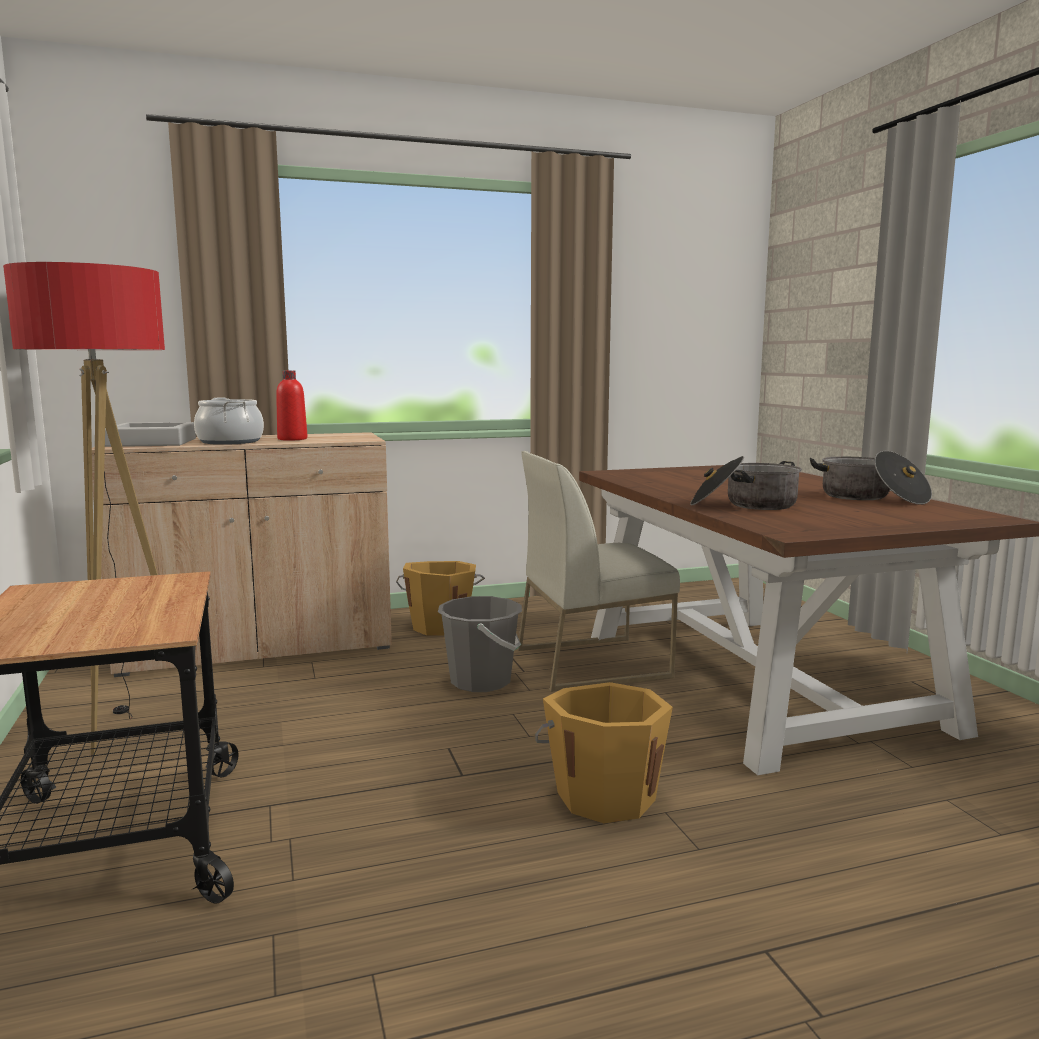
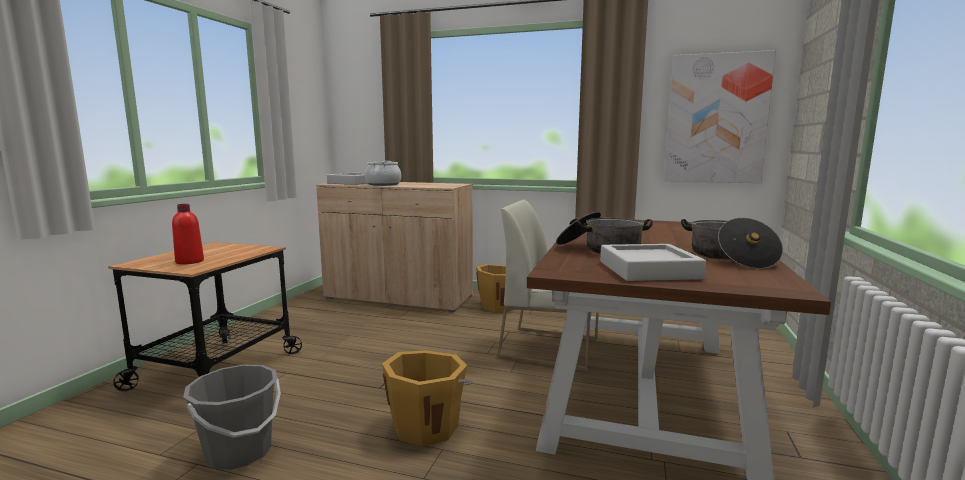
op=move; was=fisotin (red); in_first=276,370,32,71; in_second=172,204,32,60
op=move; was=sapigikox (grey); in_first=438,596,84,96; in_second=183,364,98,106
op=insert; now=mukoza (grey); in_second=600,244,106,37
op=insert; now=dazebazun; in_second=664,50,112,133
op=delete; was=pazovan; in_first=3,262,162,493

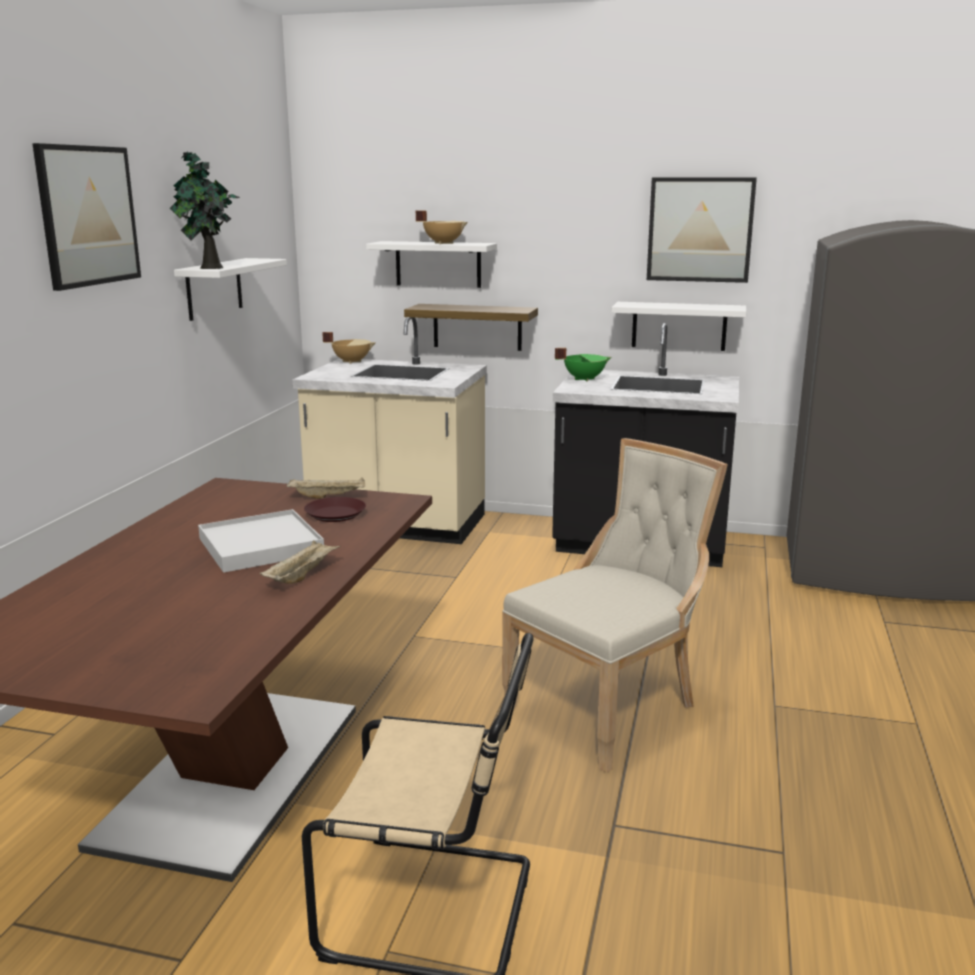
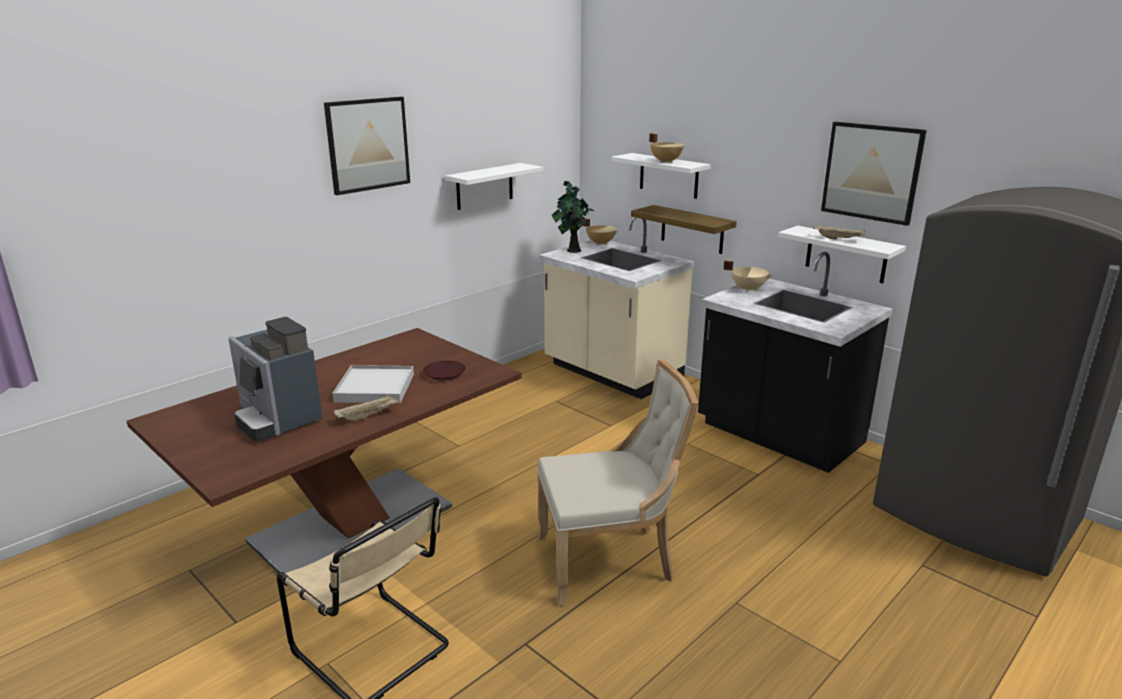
op=insert; now=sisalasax; in_second=229,317,94,124
op=move; was=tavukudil; in_first=170,151,70,118; in_second=552,181,42,72
op=recolor; was=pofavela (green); now=pofavela (beige); in_first=555,348,56,33; in_second=724,260,49,32
op=move; was=mukoza (beige); in_first=287,477,79,22; in_second=813,225,53,15

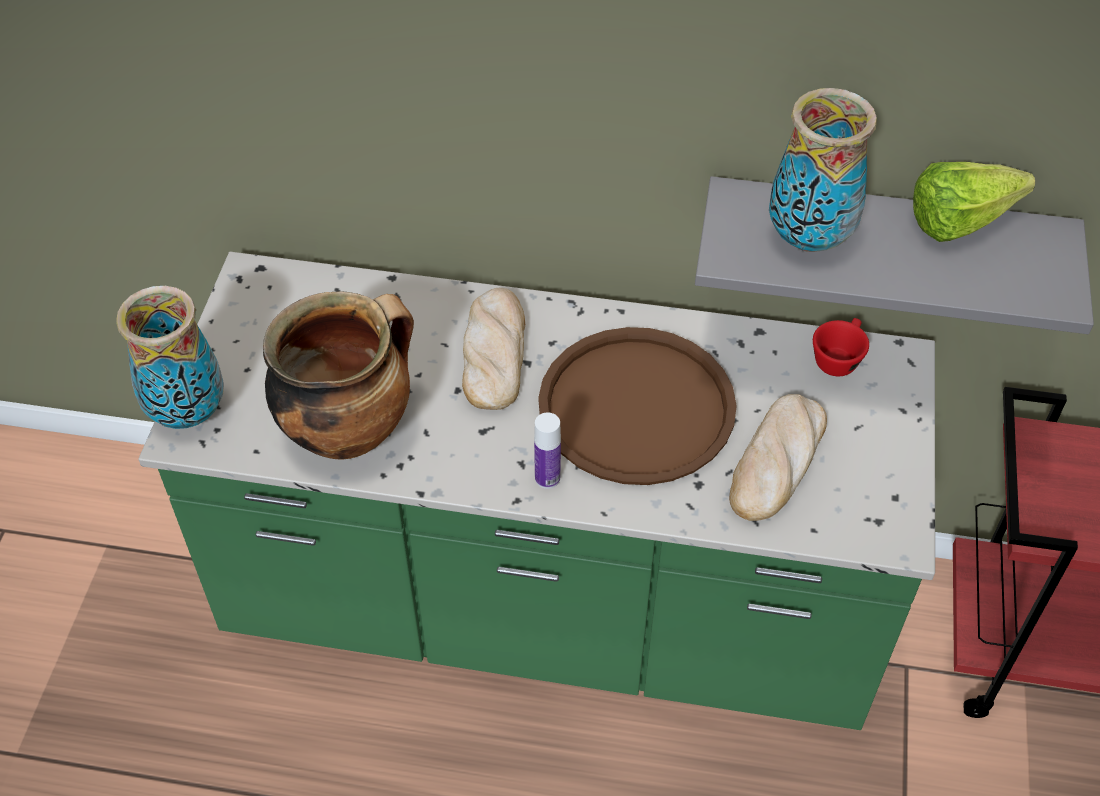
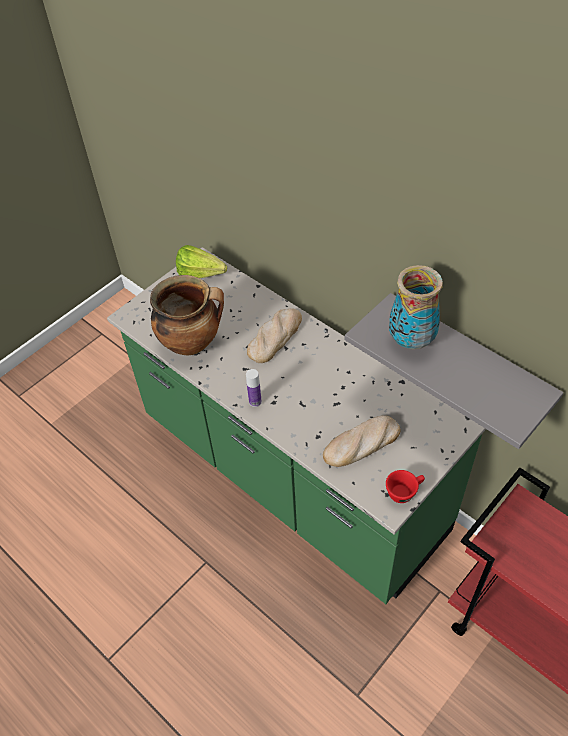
op=move; was=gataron; in_first=913,162,122,80; in_second=176,245,51,33
op=move; was=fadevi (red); in_first=813,318,56,58; in_second=386,470,39,33
op=delete; was=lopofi; in_first=116,286,108,143
op=delete; was=mukoza (brown); in_first=538,327,199,158

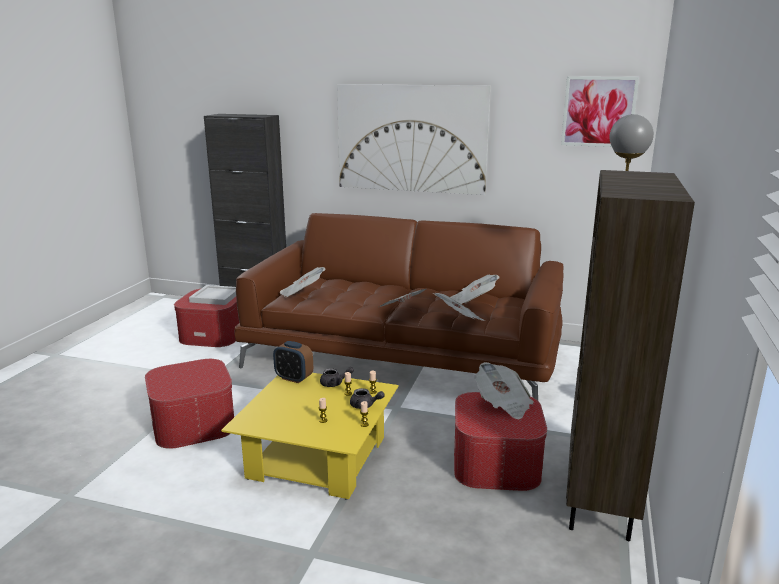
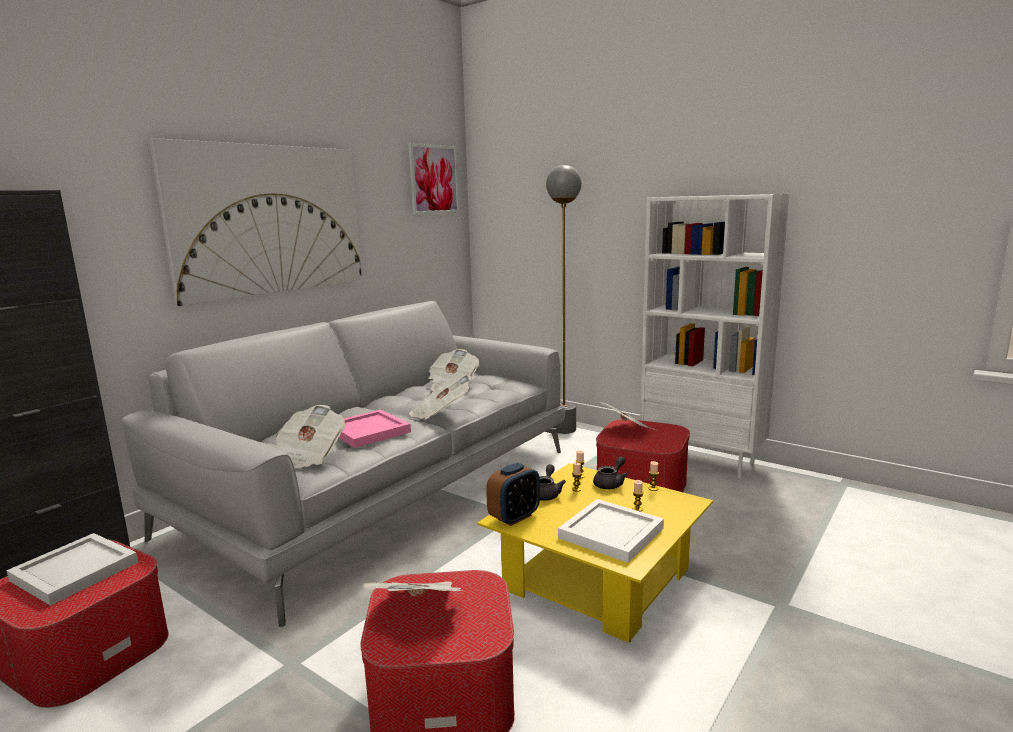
op=recolor; was=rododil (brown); now=rododil (grey); in_first=235,213,328,187; in_second=122,301,443,326
op=insert; now=mukoza (pink); in_second=339,409,72,39
op=move; was=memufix; in_first=433,293,52,28; in_second=363,581,99,16
op=insert; now=mukoza (white); in_second=558,499,106,64
op=recolor; was=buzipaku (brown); now=buzipaku (white); in_first=566,170,129,371; in_second=640,194,149,284

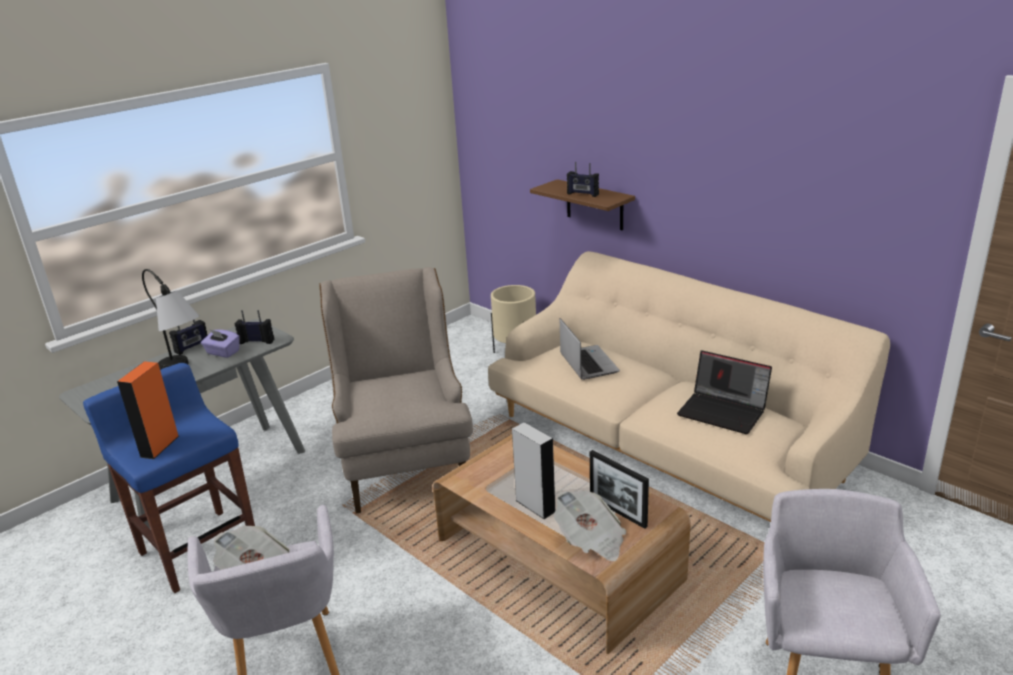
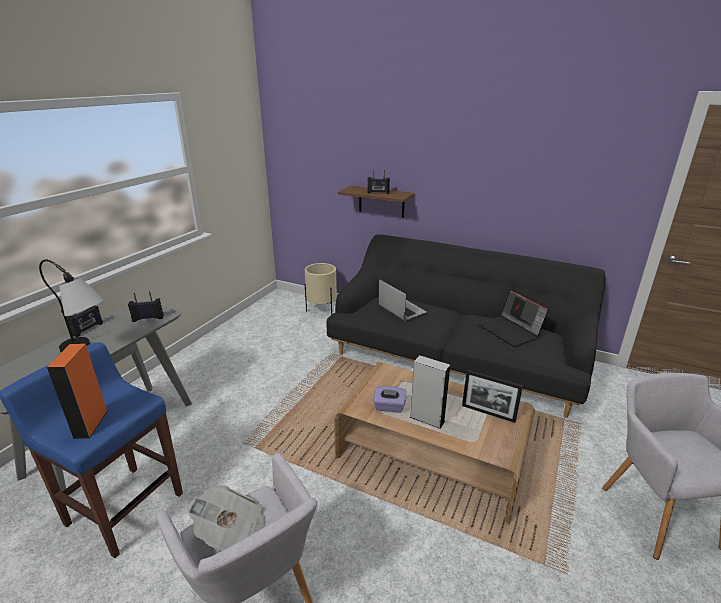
op=recolor; was=rododil (beige); now=rododil (black); in_first=488,251,402,271; in_second=327,234,279,184
op=move; was=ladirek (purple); in_first=201,329,39,29; in_second=373,386,33,26
op=rotate; was=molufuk; in_first=677,350,95,84; in_second=478,289,71,58; clockwise=45
op=delete; was=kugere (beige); in_first=319,267,154,246
op=delete; was=memufix; in_first=554,490,72,72

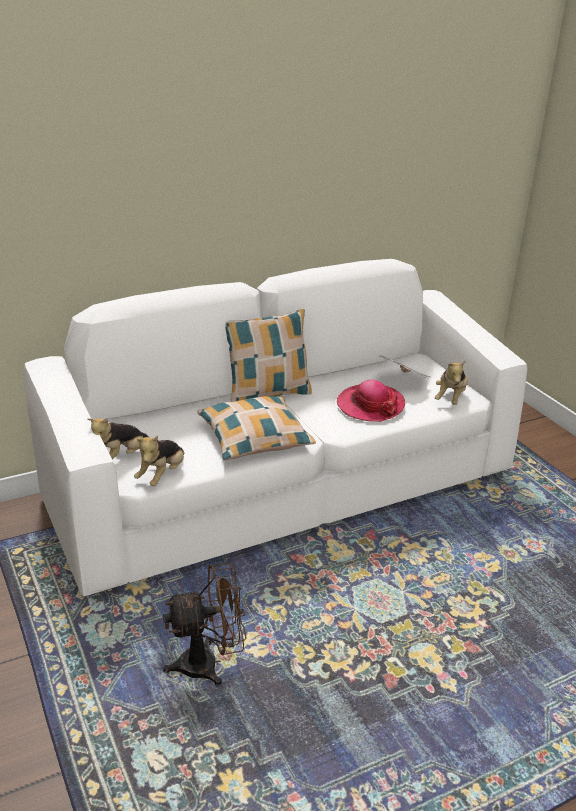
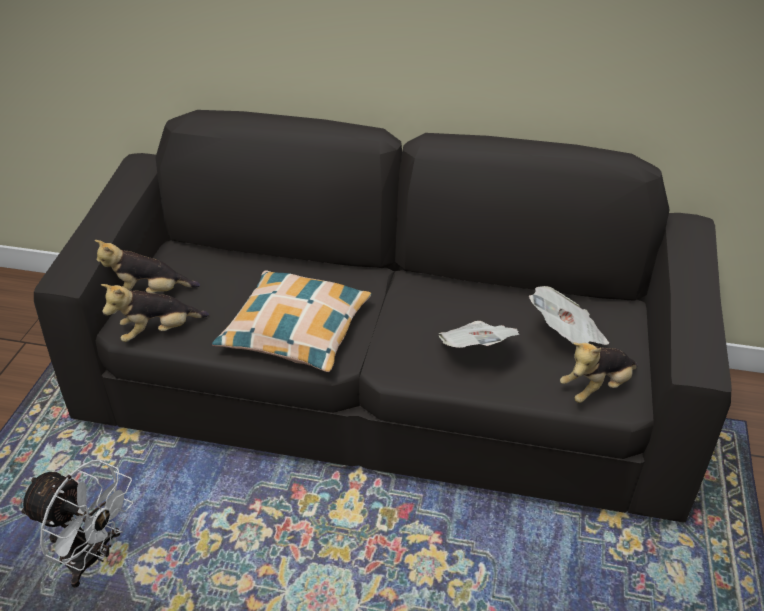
op=recolor; was=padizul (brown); now=padizul (white); in_first=163,563,83,123; in_second=20,460,113,128
op=recolor; was=rododil (white); now=rododil (black); in_first=23,259,504,337; in_second=34,110,698,413
op=replace; was=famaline; now=memufix; in_first=337,379,68,43; in_second=439,321,80,27
op=delete; was=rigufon; in_first=225,309,87,93

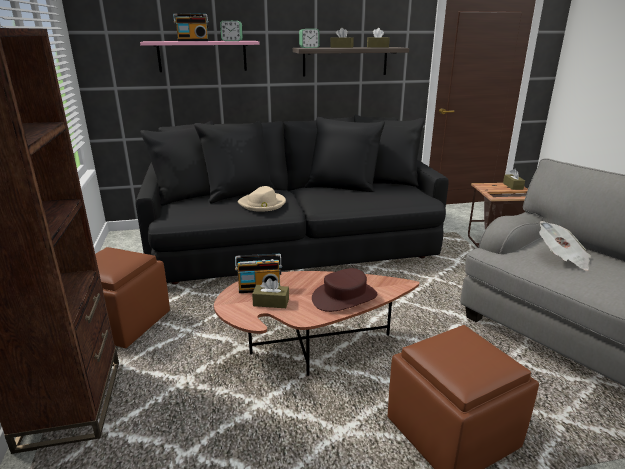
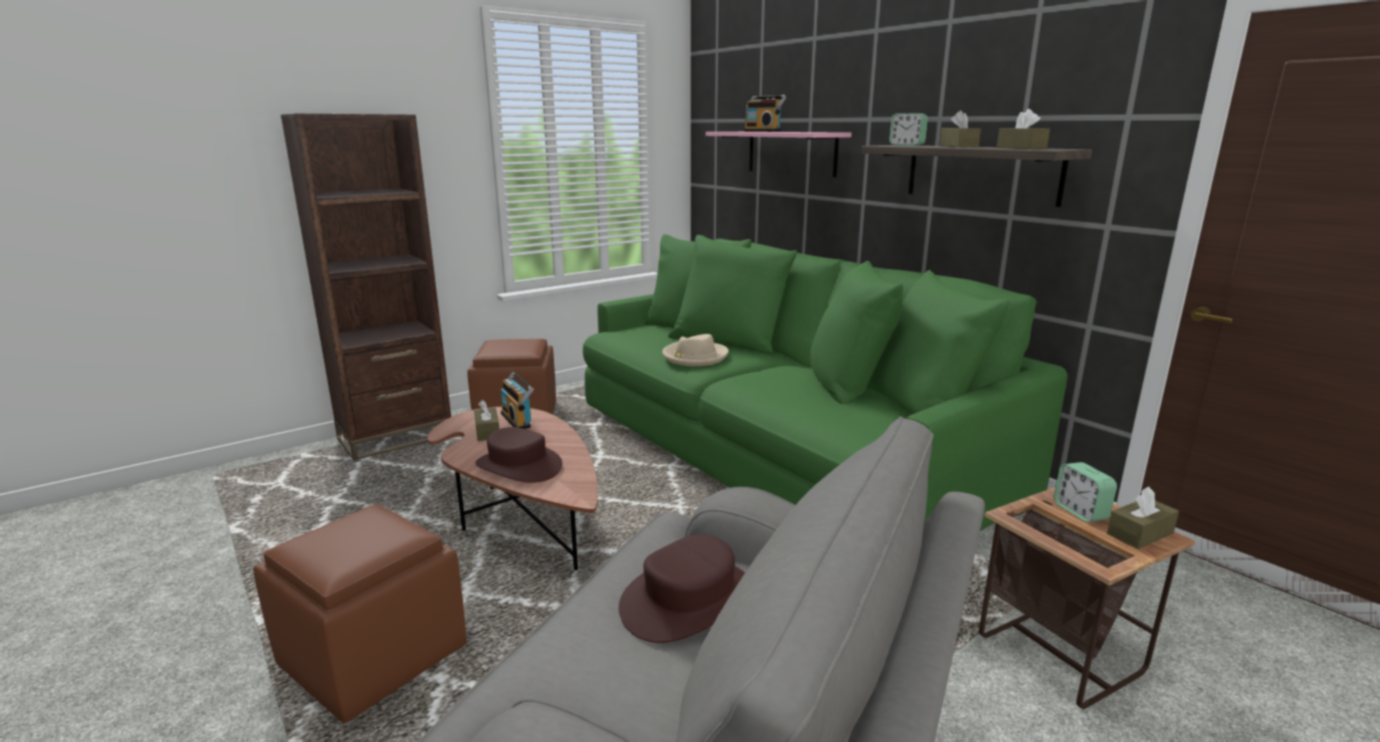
op=recolor; was=rododil (black); now=rododil (green); in_first=135,115,314,169; in_second=583,234,484,297
op=replace; was=memufix; now=famaline (brown); in_first=539,221,52,50; in_second=619,534,126,109
op=move; was=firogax; in_first=220,21,23,20; in_second=1054,462,63,60

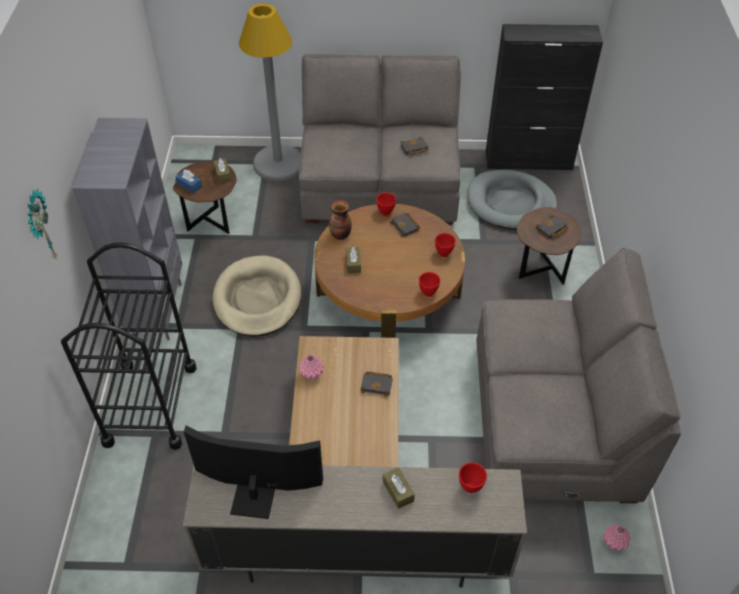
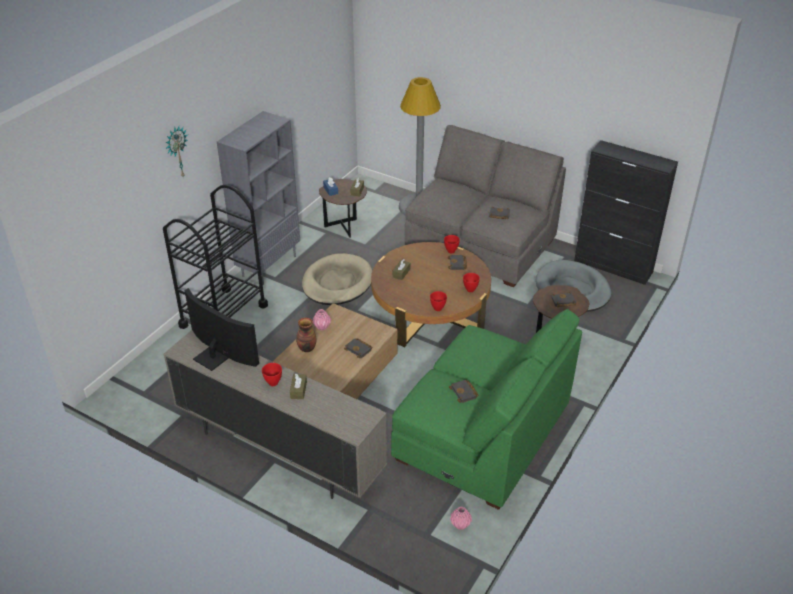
op=move; was=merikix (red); in_first=459,462,28,31; in_second=262,363,20,23
op=move; was=lopofi; in_first=329,200,23,40; in_second=296,317,21,35
op=recolor; was=rododil (grey); now=rododil (green); in_first=476,247,205,256; in_second=391,309,191,201
op=insert; now=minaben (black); in_second=449,380,29,23

